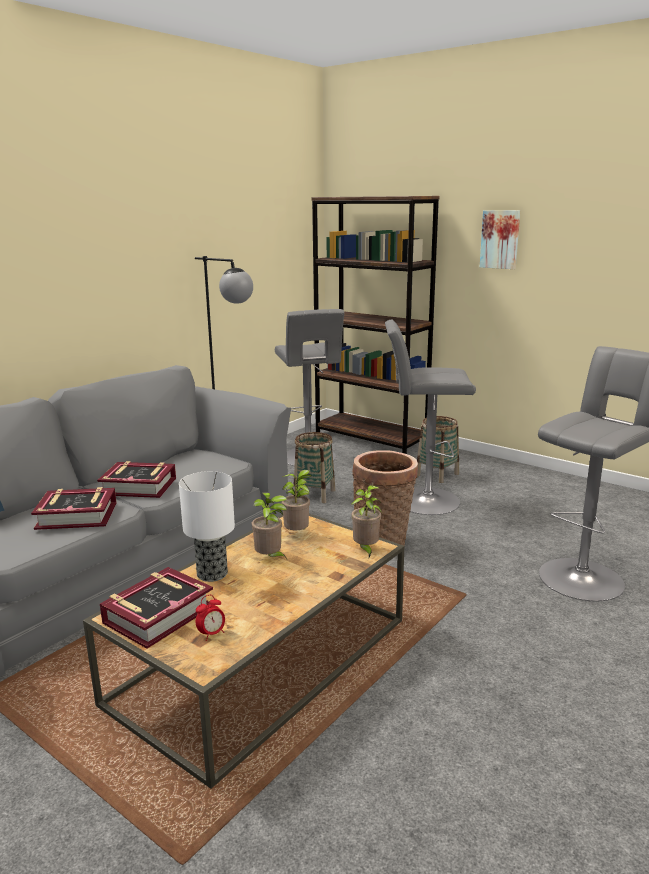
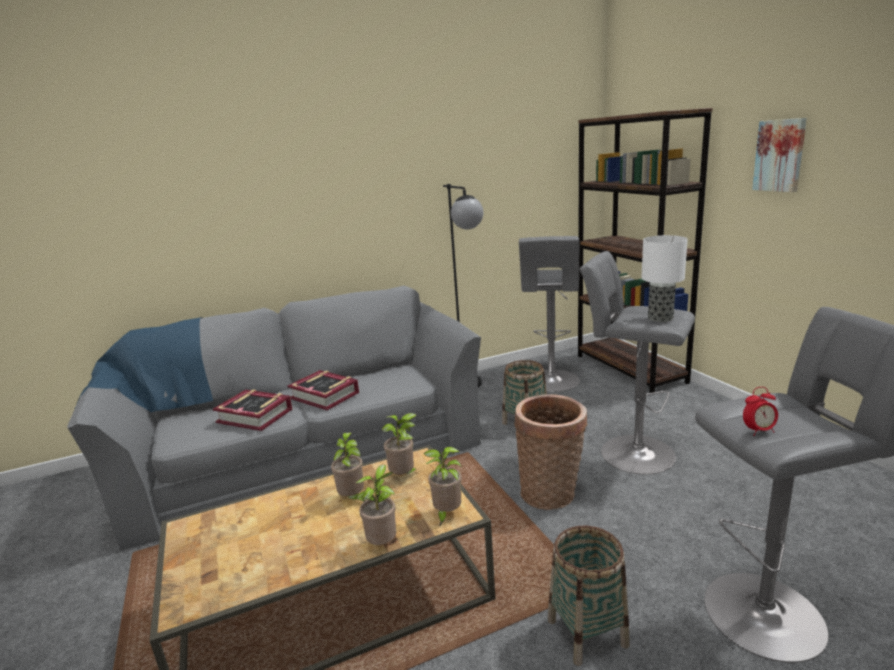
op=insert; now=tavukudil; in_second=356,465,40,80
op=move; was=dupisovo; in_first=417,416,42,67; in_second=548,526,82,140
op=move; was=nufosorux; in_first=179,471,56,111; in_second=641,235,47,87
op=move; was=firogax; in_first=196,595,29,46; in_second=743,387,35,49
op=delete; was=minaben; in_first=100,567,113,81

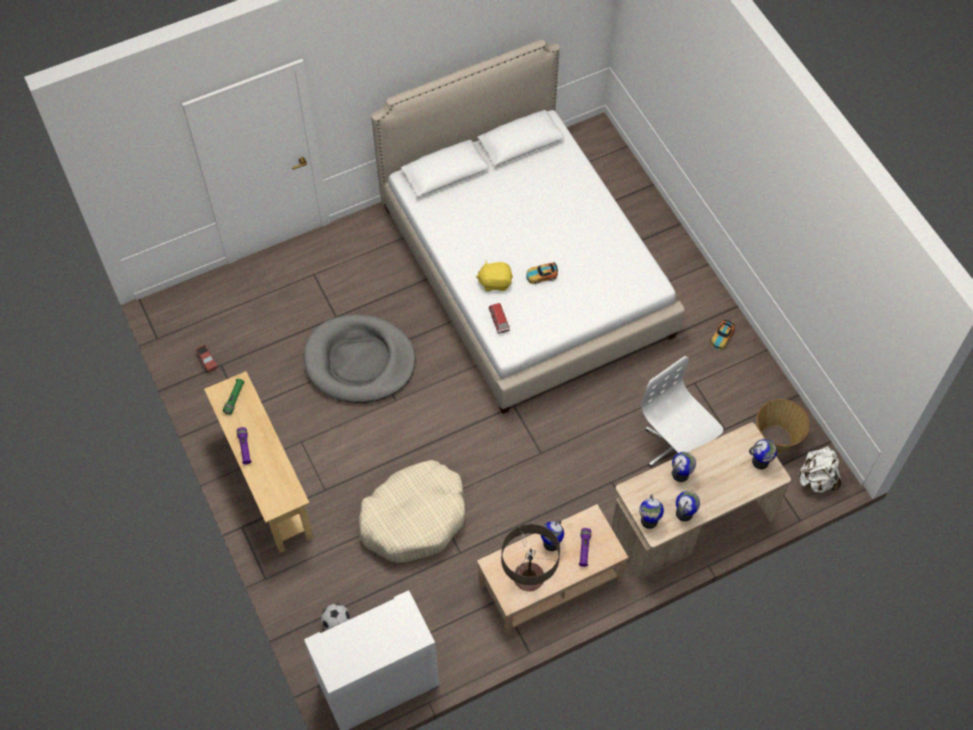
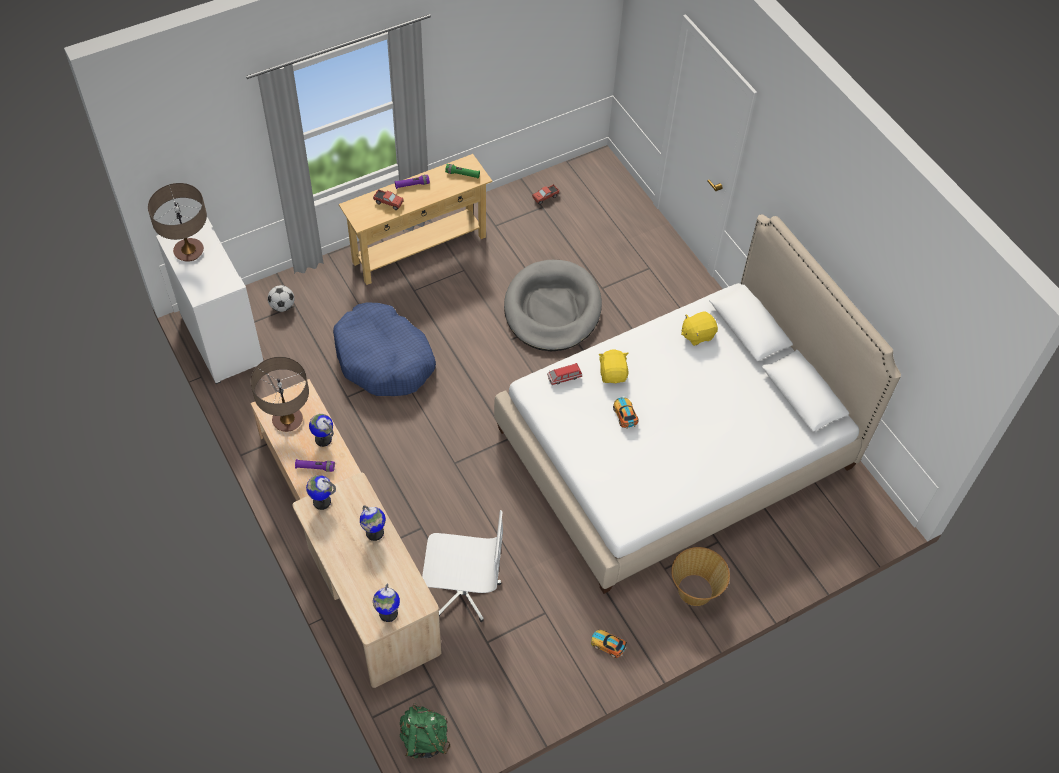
op=insert; now=nufosorux; in_second=148,183,59,79
op=recolor; was=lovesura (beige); now=lovesura (blue); in_first=359,460,106,103; in_second=333,302,103,94
op=insert; now=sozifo; in_second=373,189,31,21
op=recolor; was=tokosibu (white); now=tokosibu (green); in_first=797,446,44,47; in_second=400,703,50,56
op=rotate; was=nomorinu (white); in_first=641,356,82,111; in_second=422,510,81,112; clockwise=45
op=move; was=dupisovo; in_first=756,399,54,54; in_second=671,547,59,59
op=insert; now=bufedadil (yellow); in_second=681,311,37,35
op=delete; was=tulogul; in_first=676,491,24,30

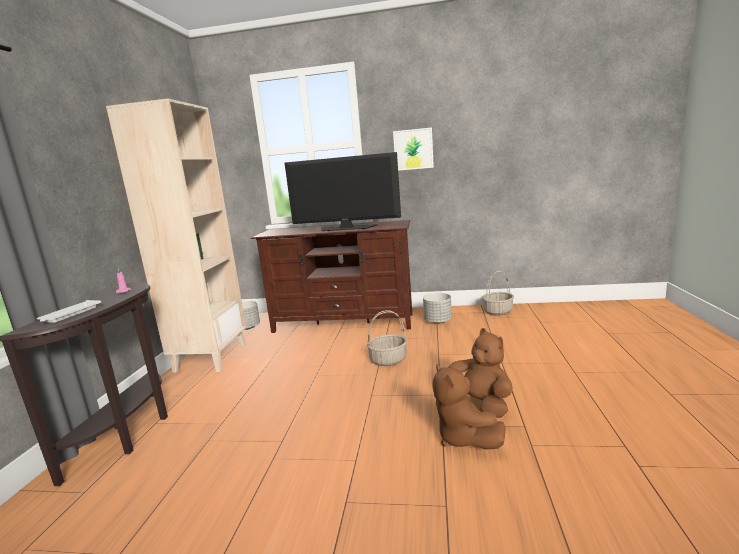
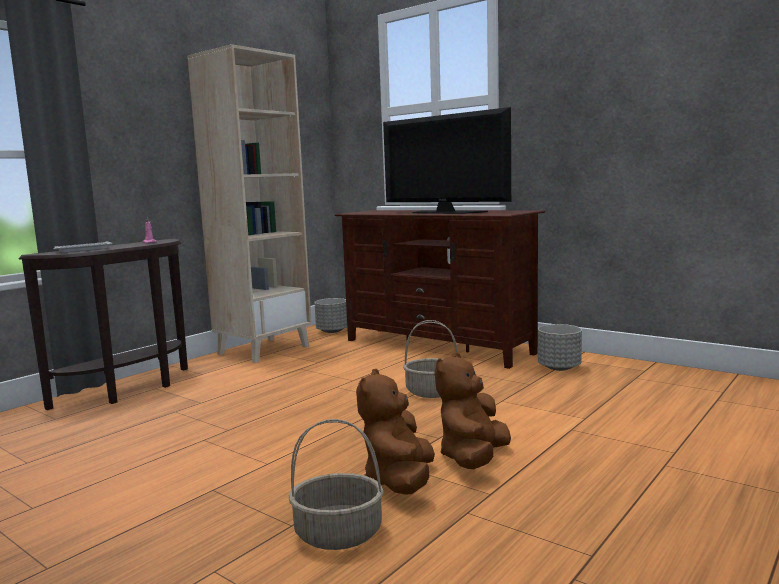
op=move; was=dupisovo; in_first=482,271,32,45; in_second=289,419,95,131
op=rotate; was=bufedadil (brown); in_first=449,328,64,90; in_second=435,352,76,117; clockwise=-150
op=delete; was=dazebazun; in_first=393,127,41,44

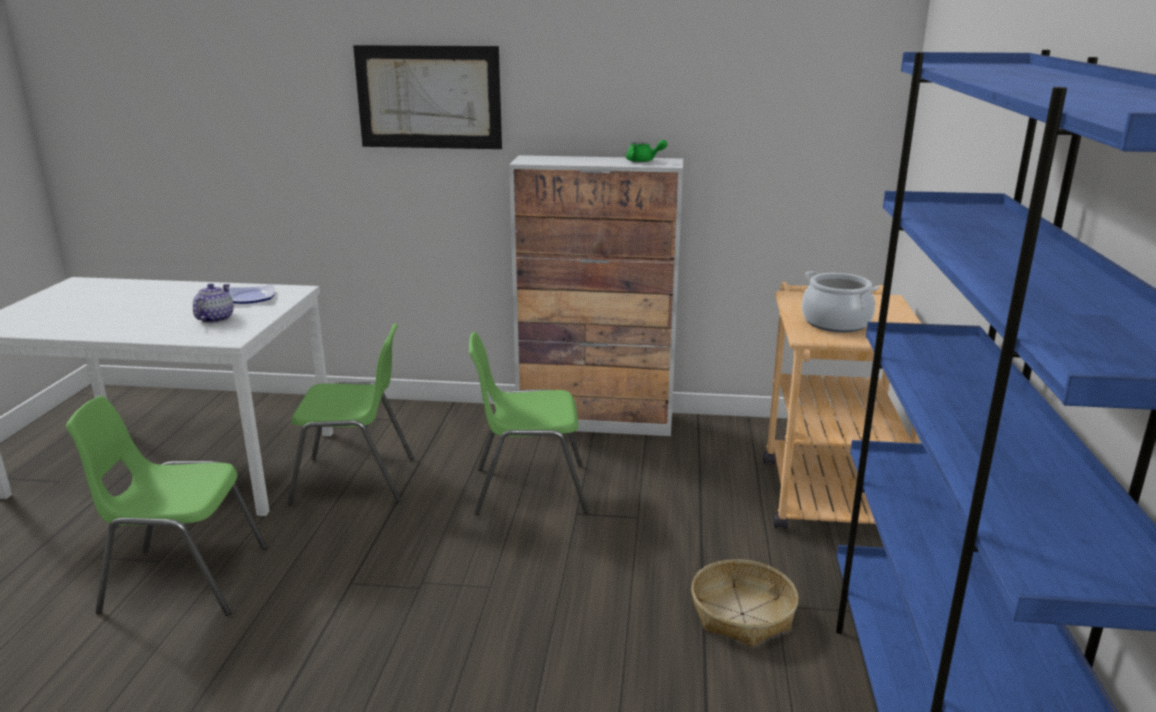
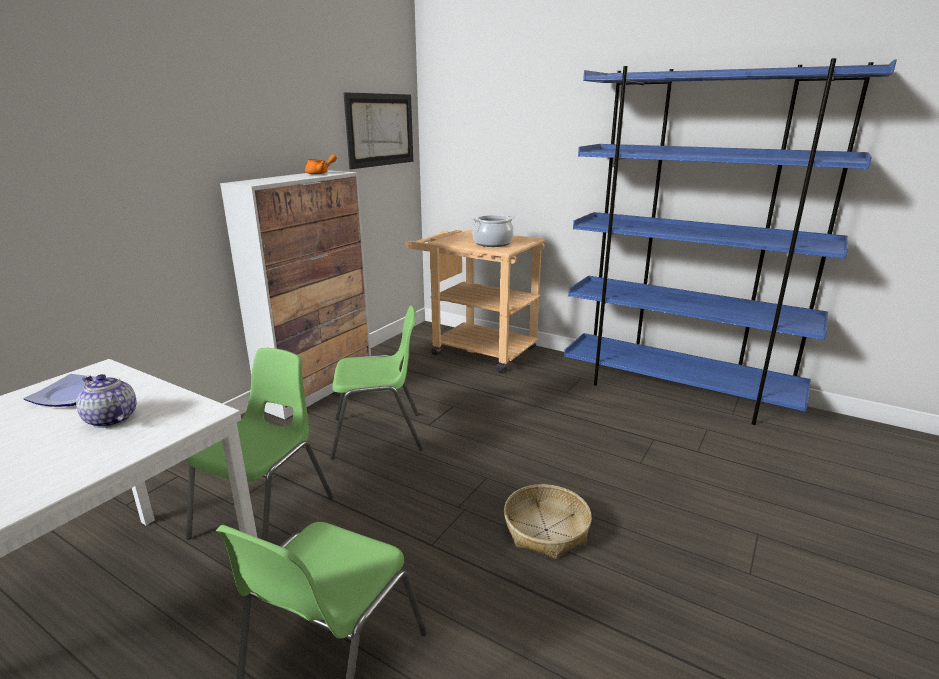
op=recolor; was=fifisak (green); now=fifisak (orange); in_first=626,140,41,22; in_second=305,154,32,20
op=rotate; was=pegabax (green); in_first=469,332,120,183; in_second=330,305,93,154; clockwise=-120
op=move; was=dazebazun; in_first=353,45,149,104; in_second=344,92,69,77
op=move; was=dupisovo; in_first=691,559,107,88; in_second=504,484,88,75

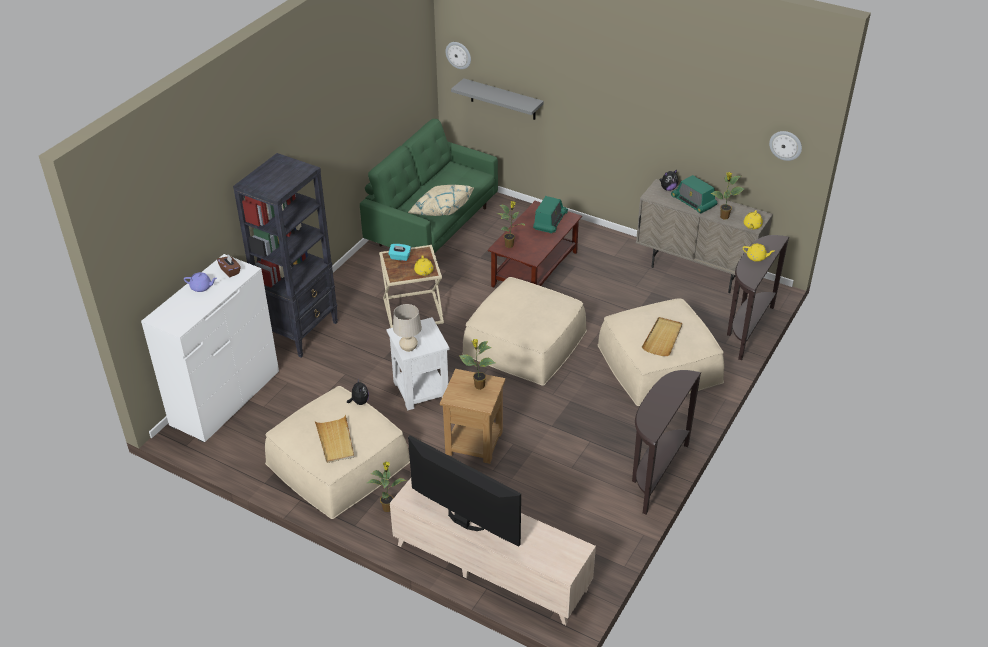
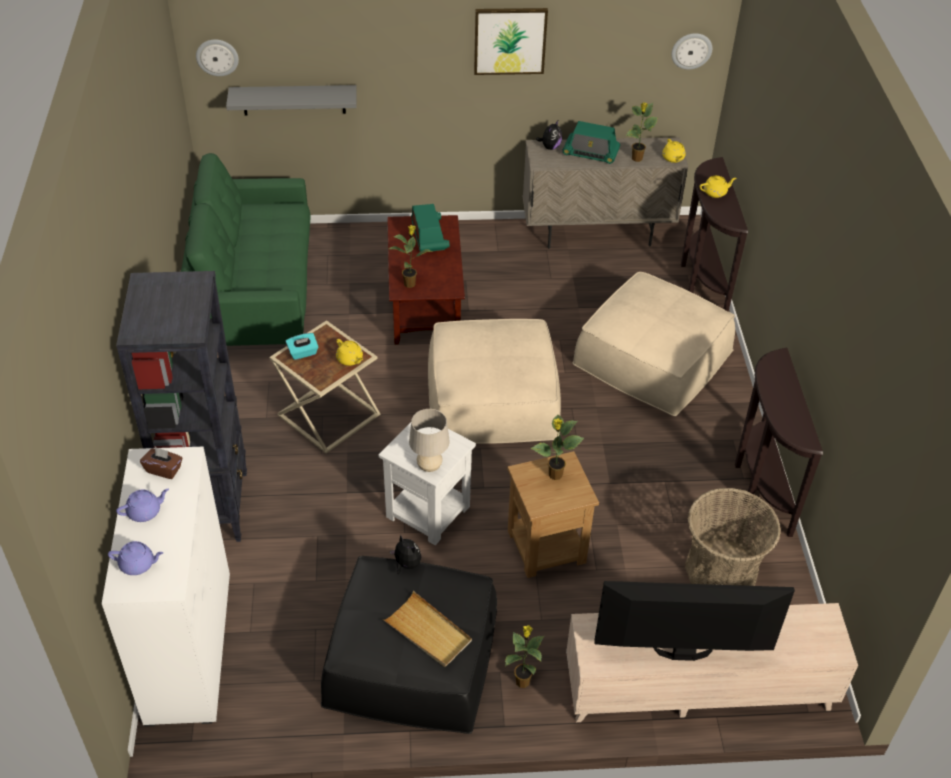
op=insert; now=fifisak (purple); in_second=108,541,55,34
op=recolor; was=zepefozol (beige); now=zepefozol (black); in_first=265,386,145,133; in_second=321,556,176,178
op=insert; now=dazebazun; in_second=474,8,74,67
op=insert; now=dupisovo; in_second=685,488,96,98
op=delete; was=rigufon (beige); in_first=408,185,66,31
op=delete; was=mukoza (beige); in_first=642,317,40,39

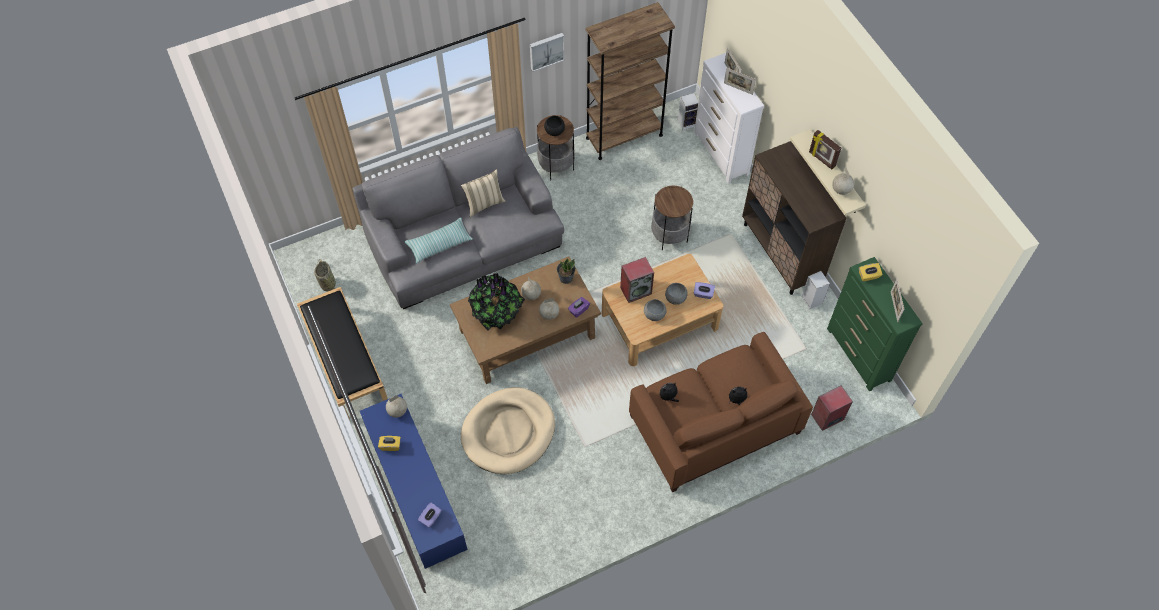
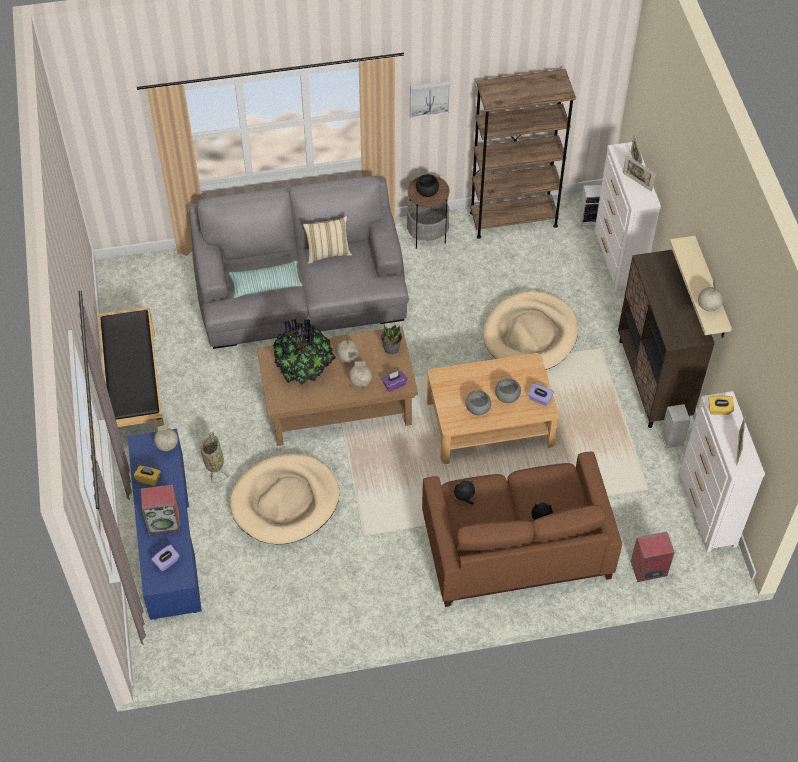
op=move; was=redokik; in_first=620,257,34,46; in_second=141,484,40,51
op=move; was=dupisovo; in_first=314,259,29,33; in_second=201,431,28,52
op=replace; was=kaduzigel; now=lovesura (beige); in_first=651,186,42,64; in_second=483,291,95,79
op=recolor; was=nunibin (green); now=nunibin (white); in_first=827,257,95,134; in_second=679,391,86,161
op=delete; was=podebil; in_first=809,130,32,40

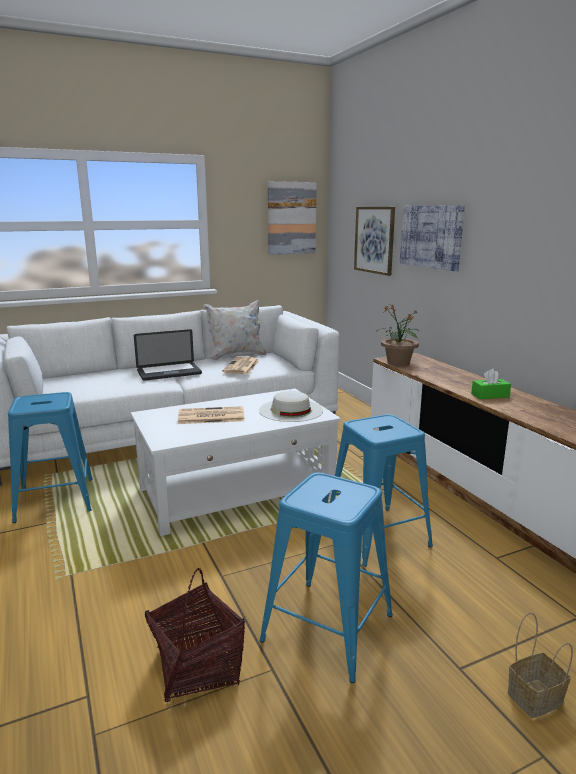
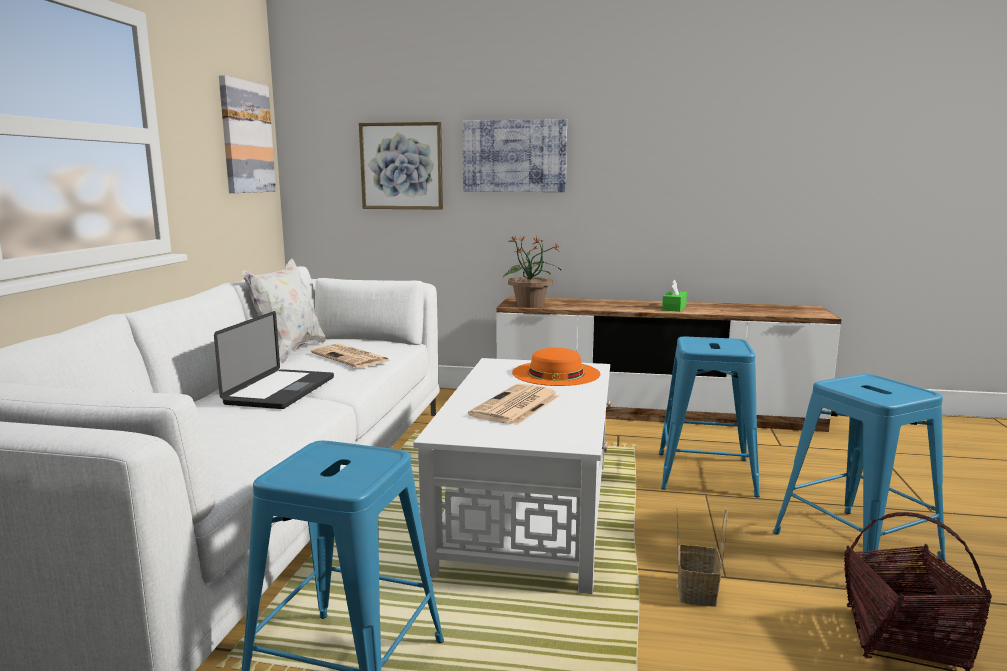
op=recolor; was=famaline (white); now=famaline (orange); in_first=259,391,64,31; in_second=512,348,88,38
op=move; was=dupisovo; in_first=508,612,65,106; in_second=677,504,50,103

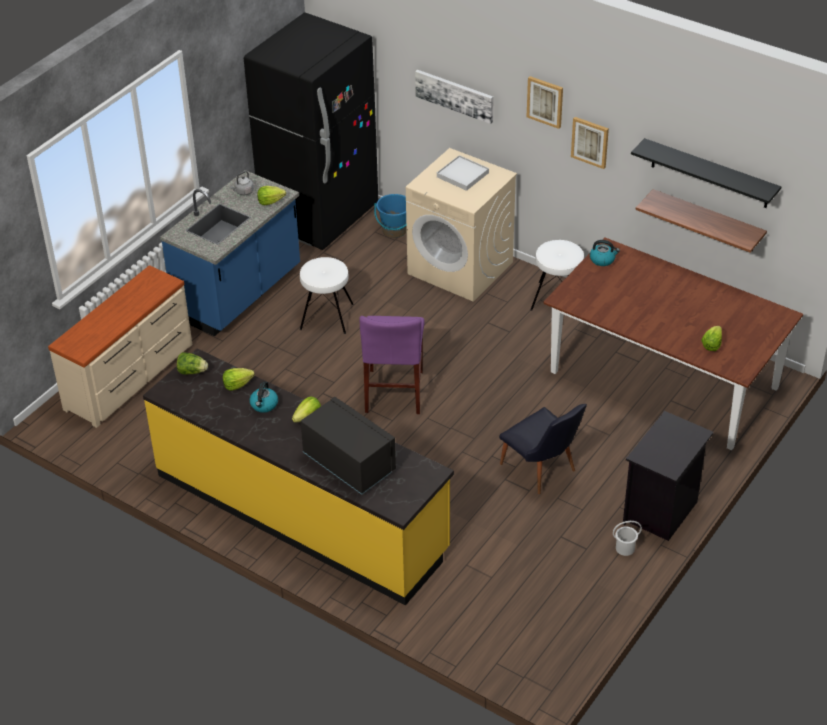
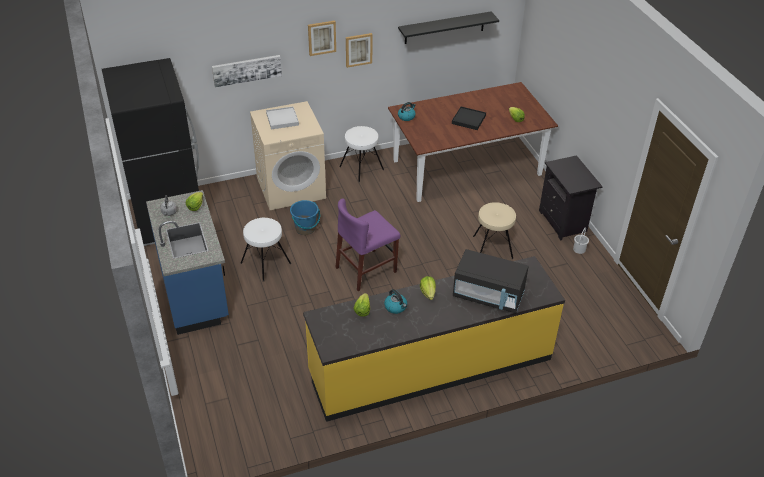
op=move; was=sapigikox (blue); in_first=374,194,33,44; in_second=290,200,30,35
op=rotate; was=pegabax (purple); in_first=359,316,66,98; in_second=336,199,64,92; clockwise=105
op=insert; now=mukoza (black); in_second=452,107,34,23
op=rotate; was=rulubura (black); in_first=300,397,96,98; in_second=453,249,76,64; clockwise=-150
op=replace; was=pegabax (black); now=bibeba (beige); in_first=499,404,88,90; in_second=473,202,43,57
op=delete; was=nunibin (beige); in_first=48,265,144,163
op=delete; was=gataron; in_first=177,352,31,23
op=delete; was=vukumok; in_first=636,189,131,64

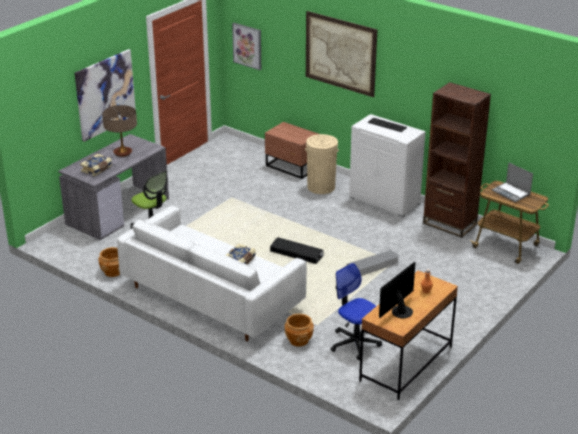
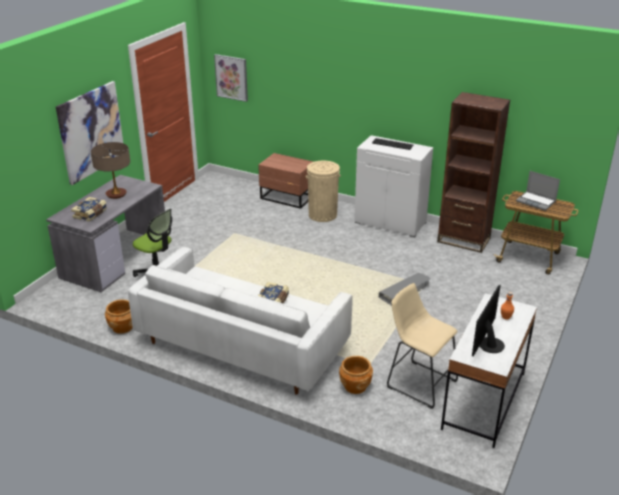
op=replace; was=nomorinu; now=bibeba (beige); in_first=331,263,51,97; in_second=387,283,71,126
op=recolor; was=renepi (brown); now=renepi (white); in_first=359,271,99,129; in_second=441,293,96,155
op=delete; was=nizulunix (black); in_first=270,237,54,27
op=delete; was=dazebazun; in_first=306,11,71,86

